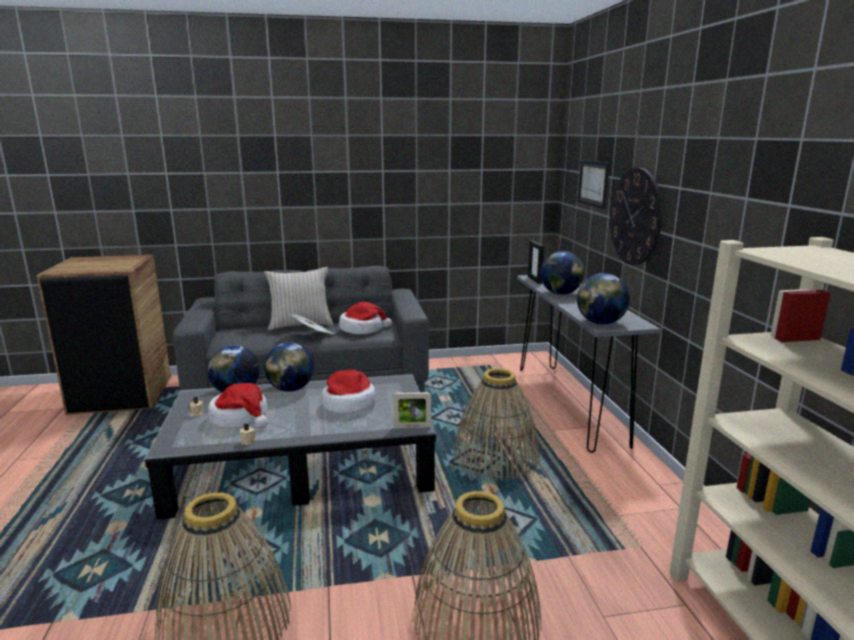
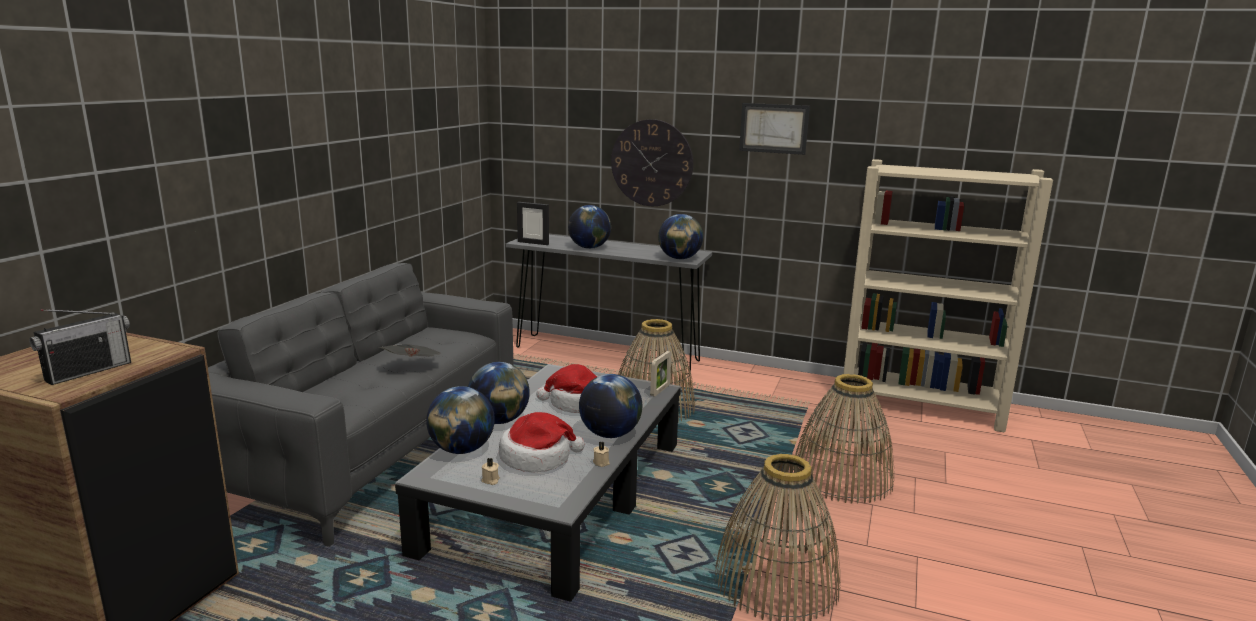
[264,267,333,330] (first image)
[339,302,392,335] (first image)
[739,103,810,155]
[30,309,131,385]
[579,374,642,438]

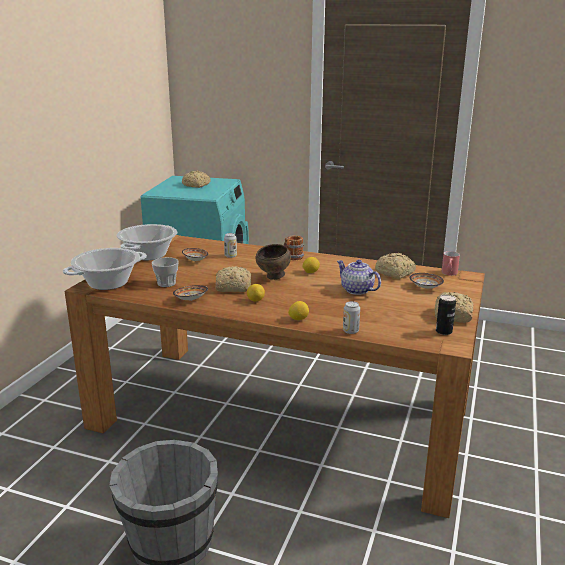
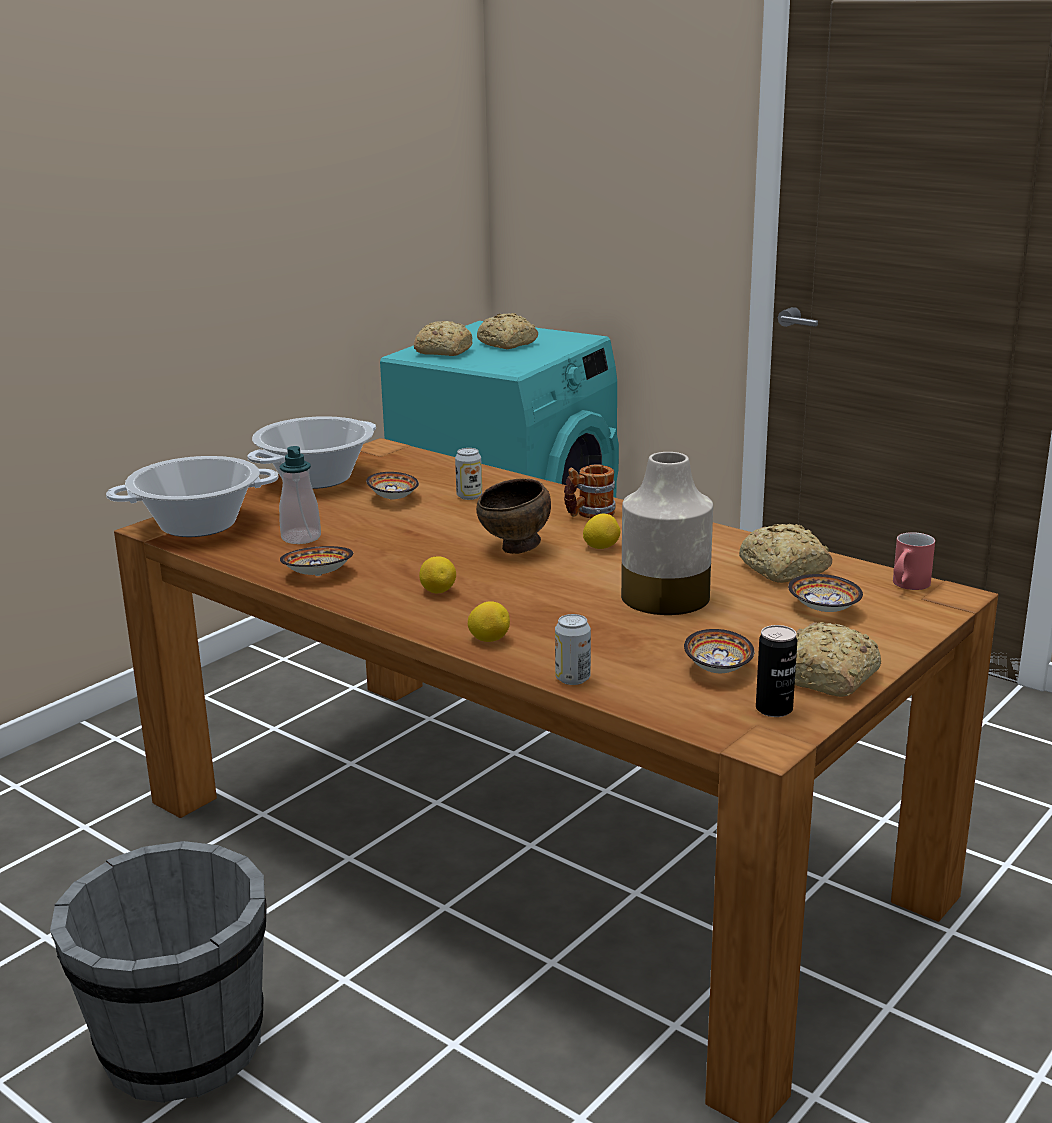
[279,446,321,544]
[414,321,473,356]
[621,452,713,615]
[684,629,754,673]

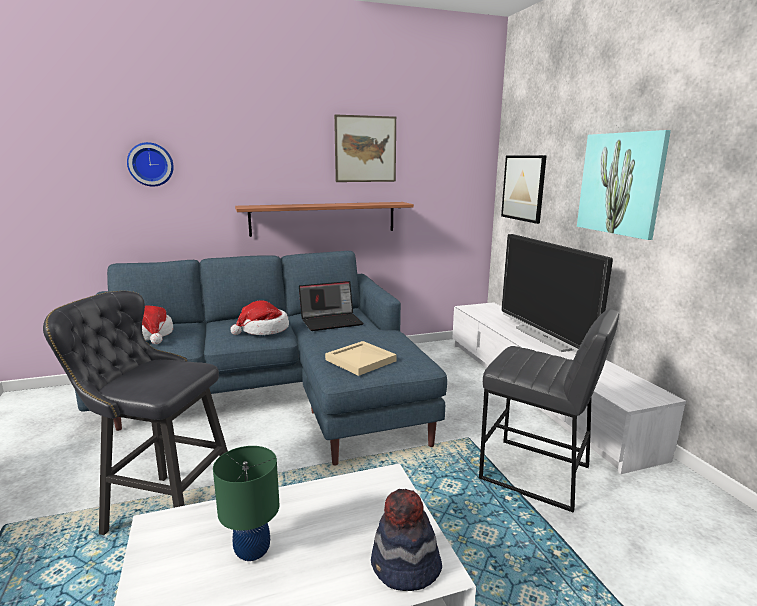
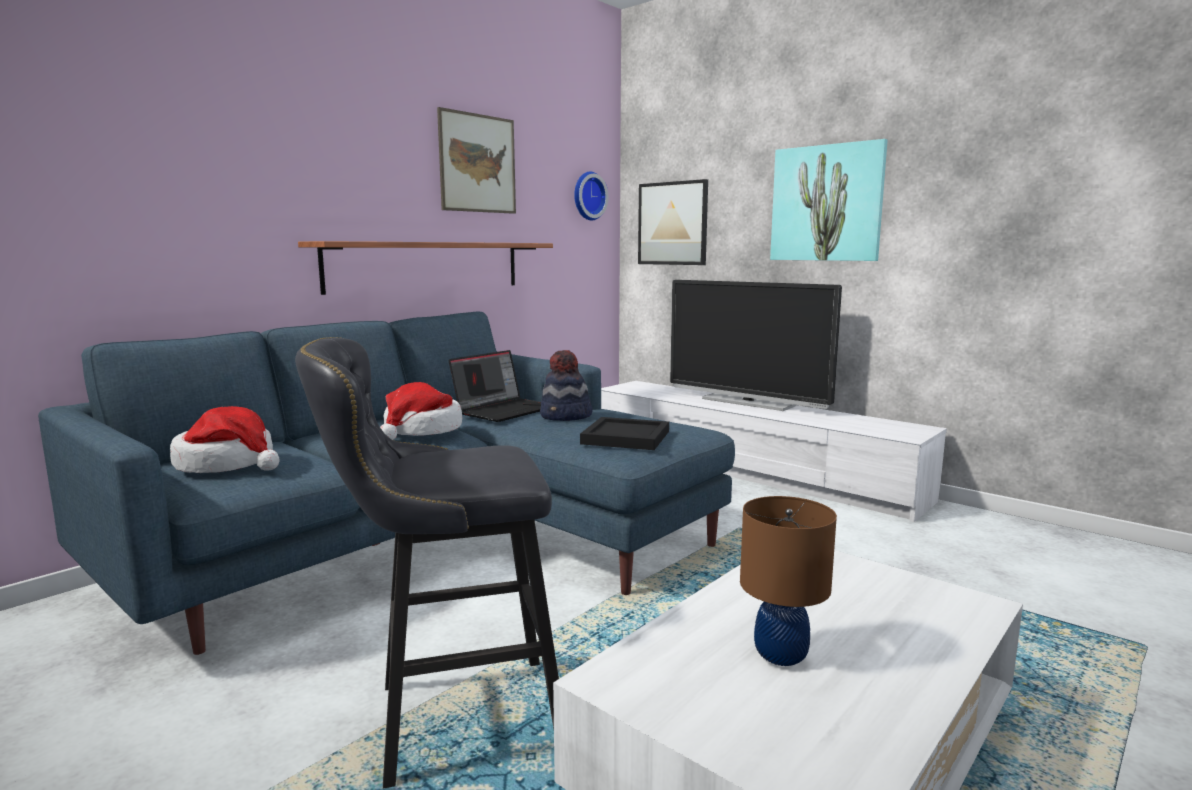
[574,171,608,221]
[740,496,837,666]
[580,417,669,450]
[540,350,592,421]
[479,309,619,513] (first image)

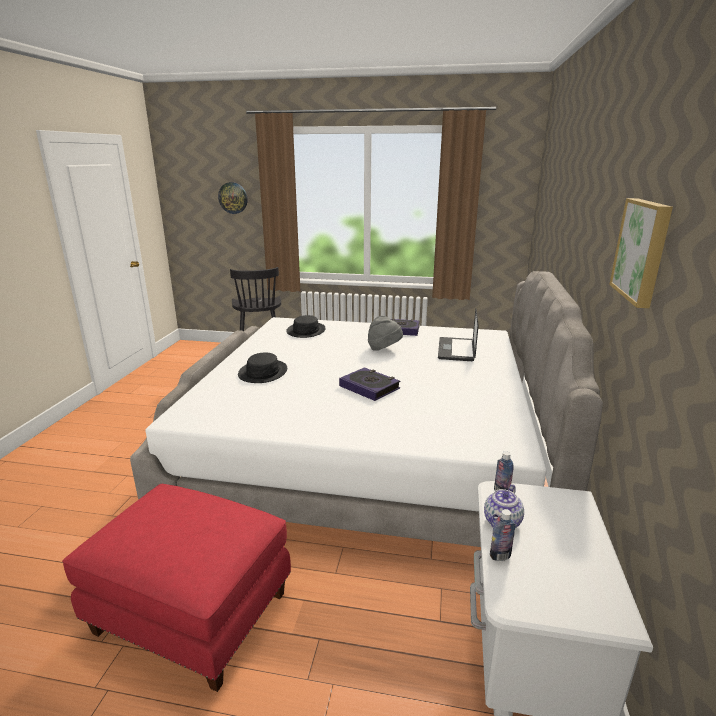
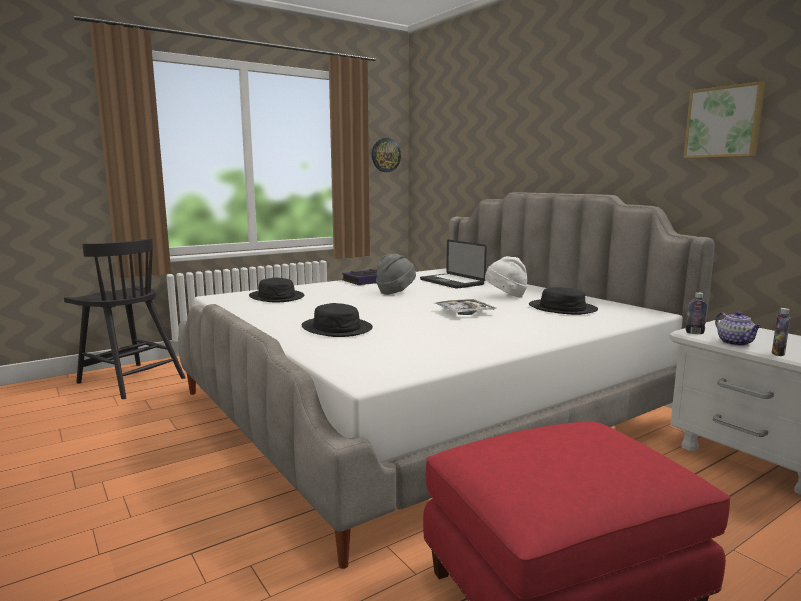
[372,138,401,172]
[436,299,497,315]
[485,256,527,298]
[529,287,598,315]

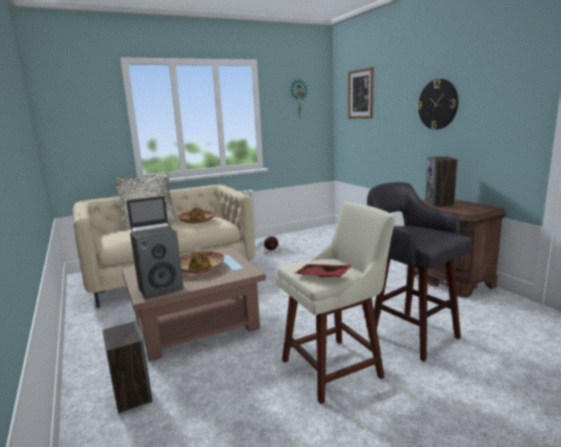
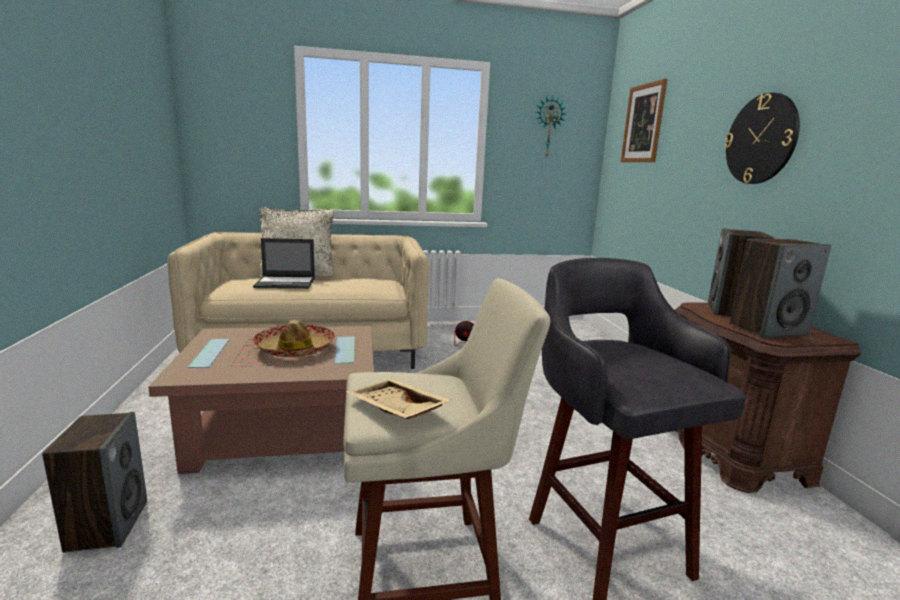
[730,239,831,338]
[177,206,216,224] (first image)
[346,379,451,419]

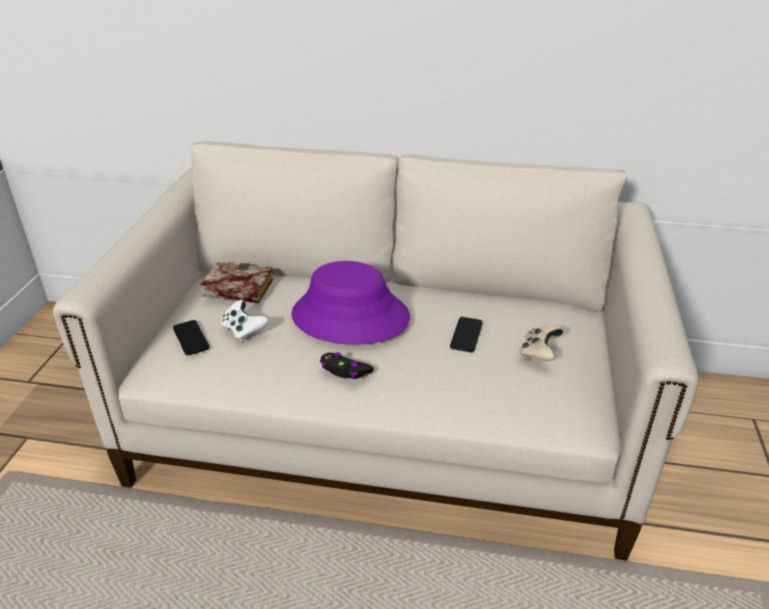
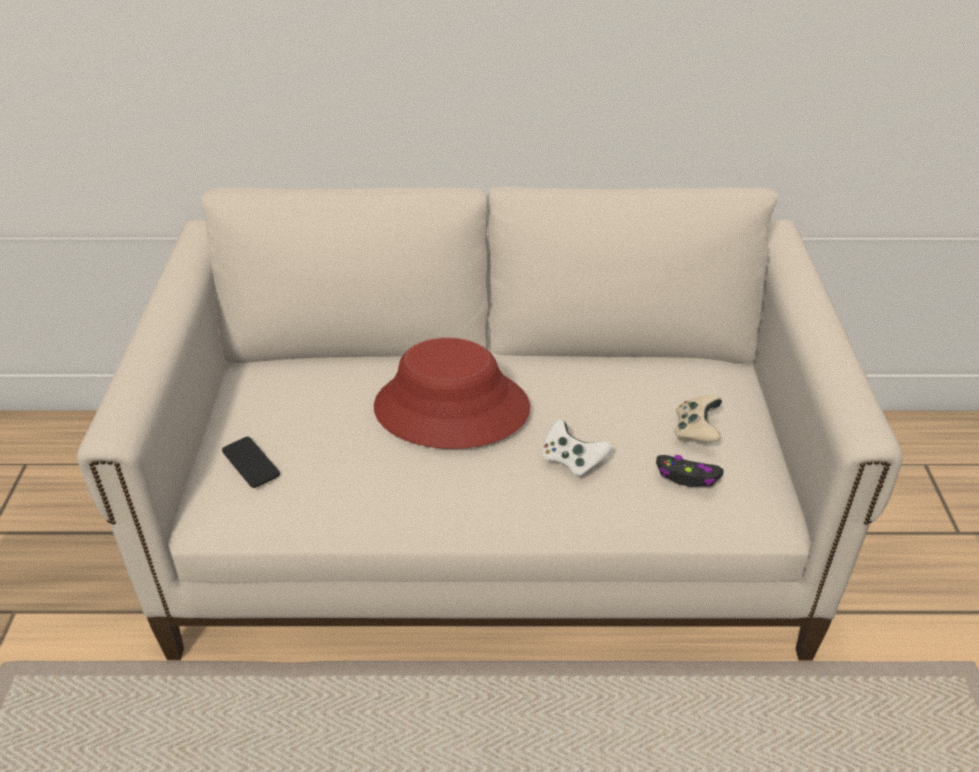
[200,262,273,303] (first image)
[542,420,612,478]
[374,338,530,449]
[656,455,724,487]
[450,317,483,352] (first image)

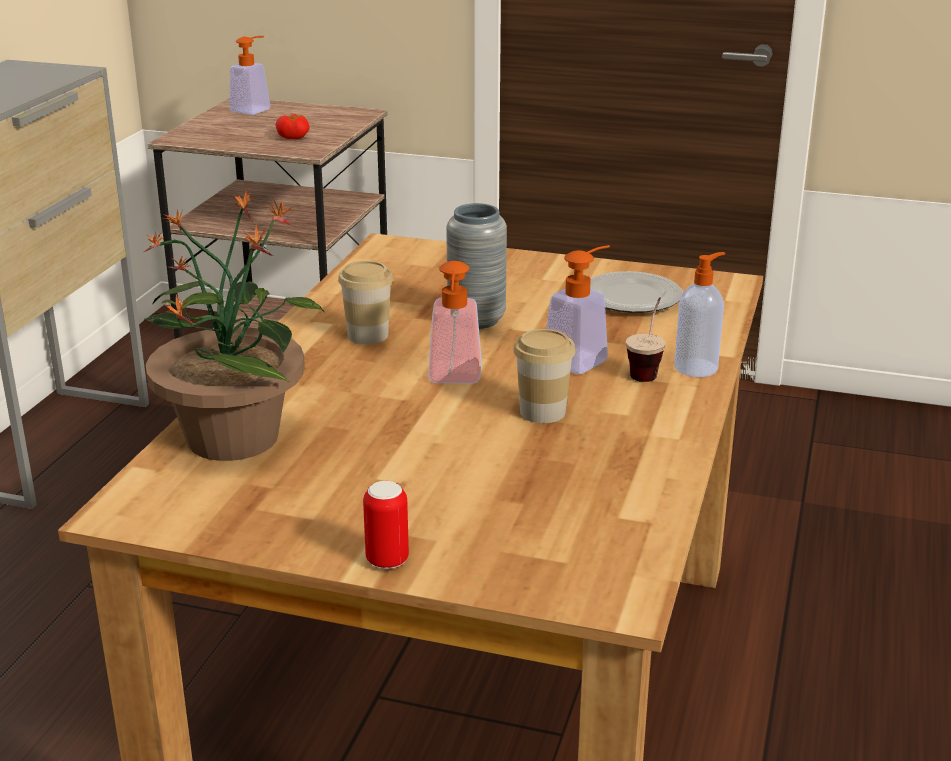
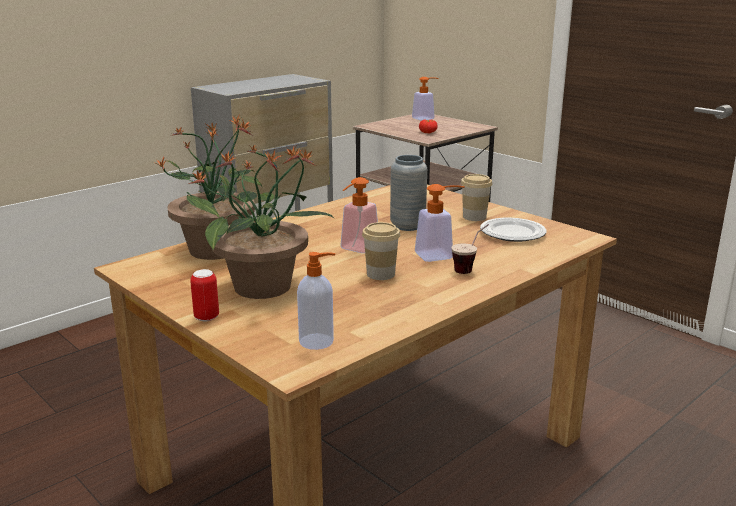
[461,174,492,221]
[297,252,335,350]
[188,144,334,299]

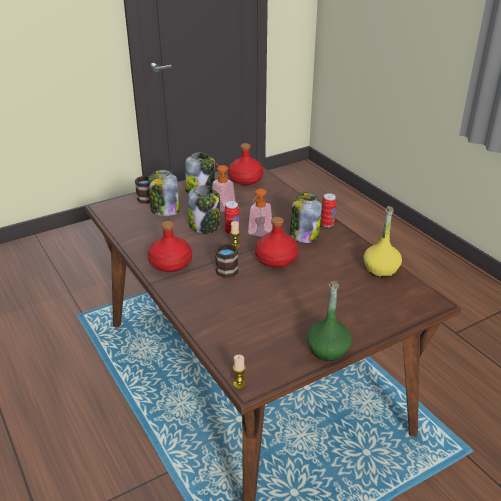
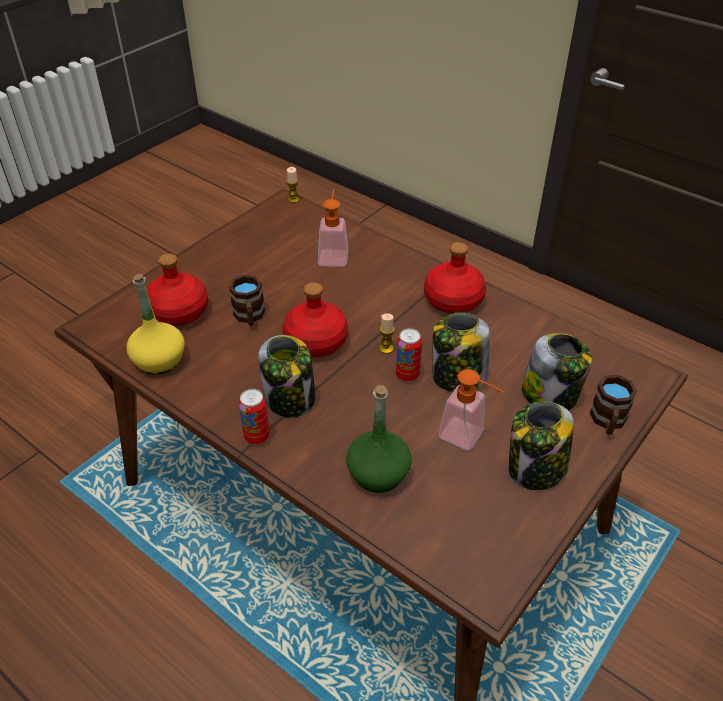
[229,275,265,326]
[147,253,208,326]
[318,189,349,267]
[346,385,412,493]

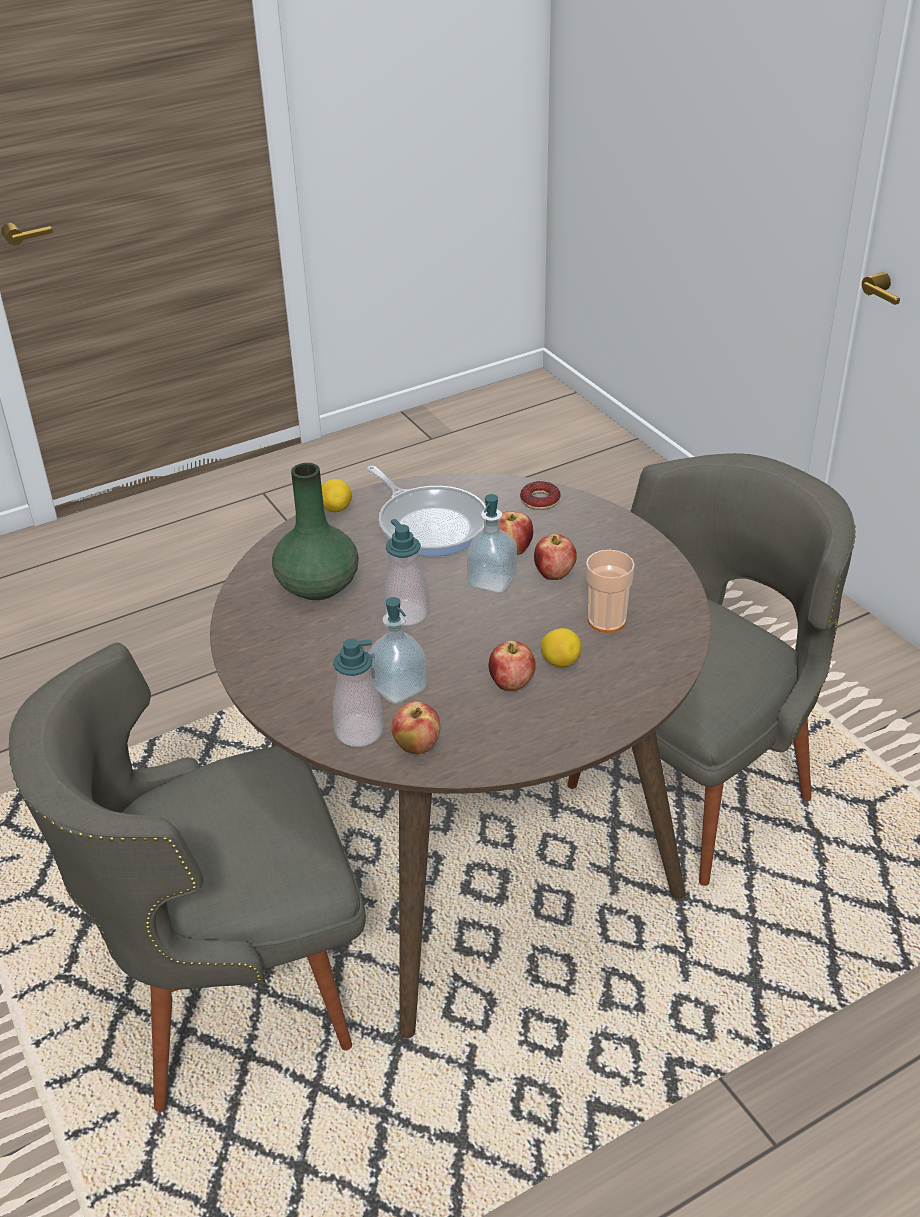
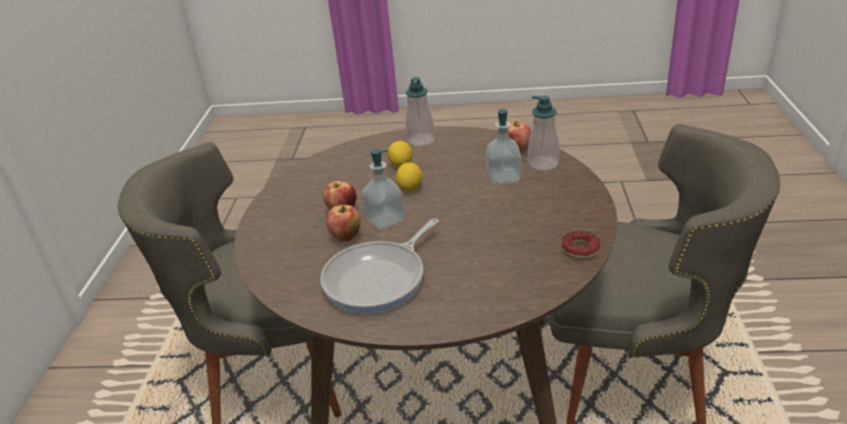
[272,463,359,600] (first image)
[396,162,423,191]
[320,218,439,313]
[405,77,435,147]
[489,641,536,691] (first image)
[562,231,600,259]
[586,549,635,633] (first image)

